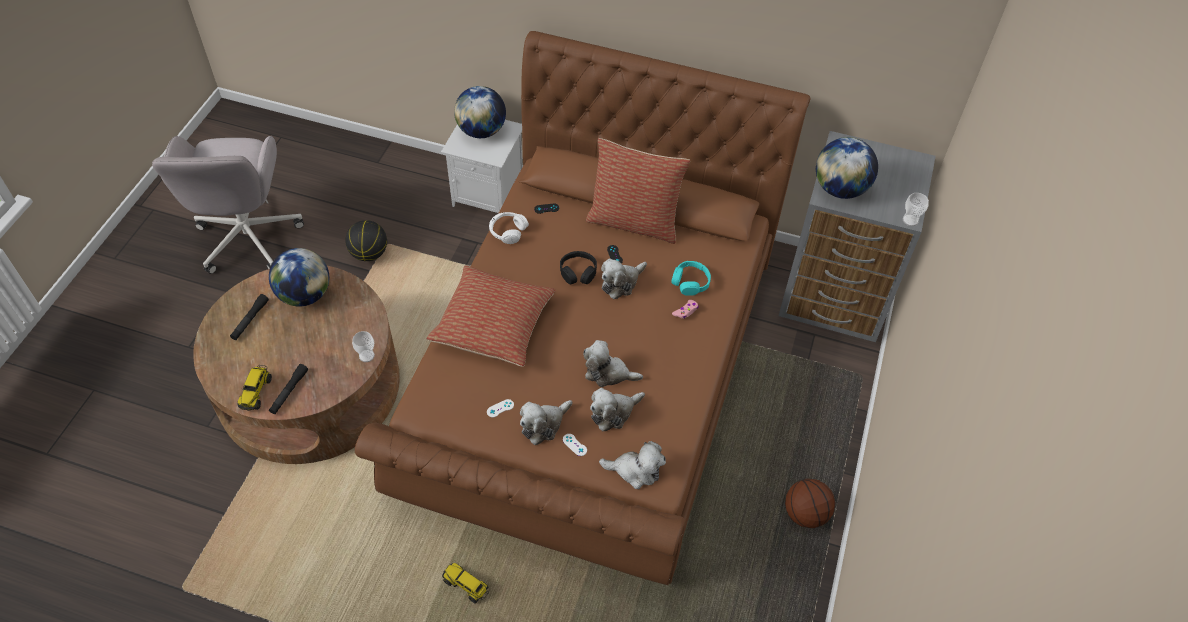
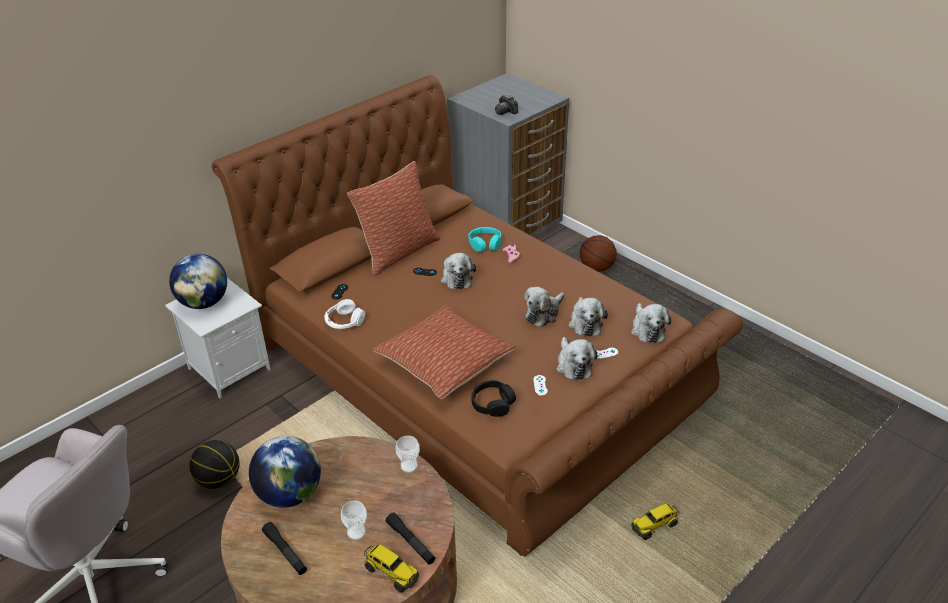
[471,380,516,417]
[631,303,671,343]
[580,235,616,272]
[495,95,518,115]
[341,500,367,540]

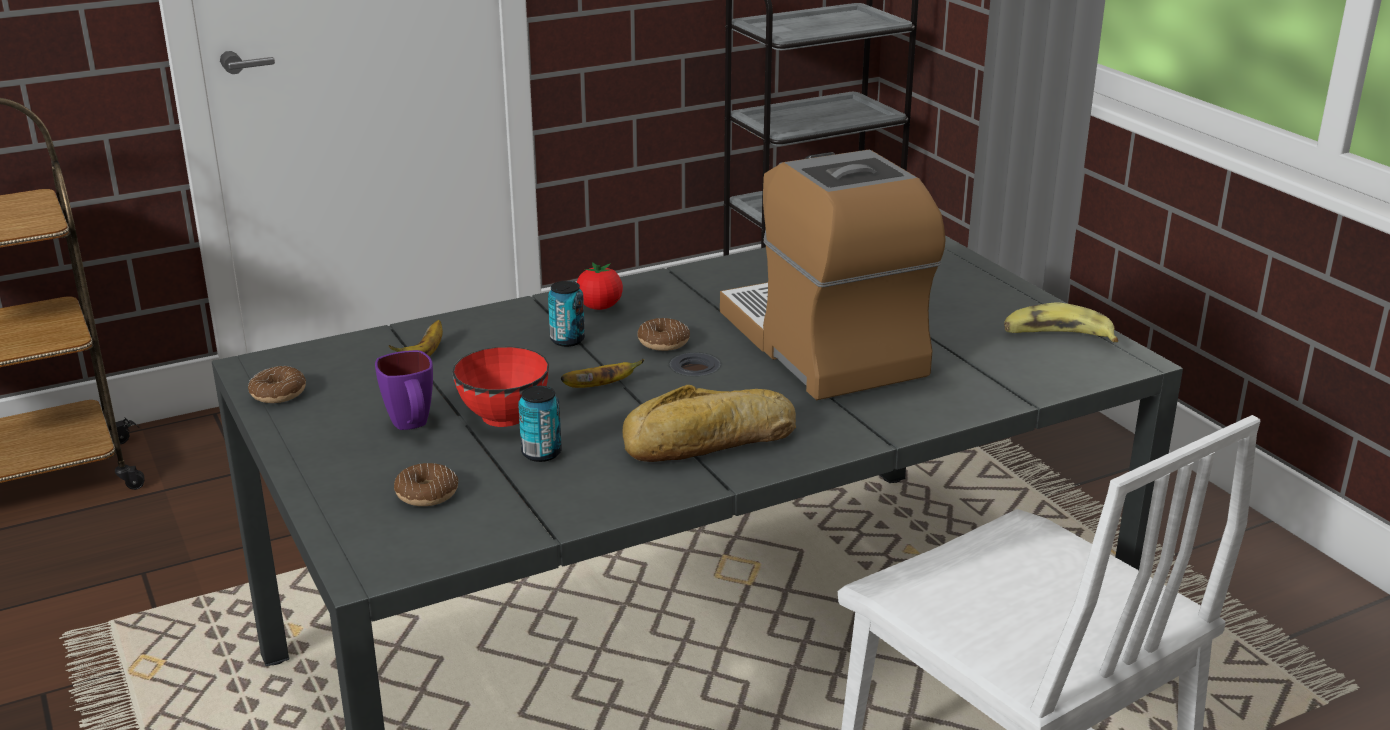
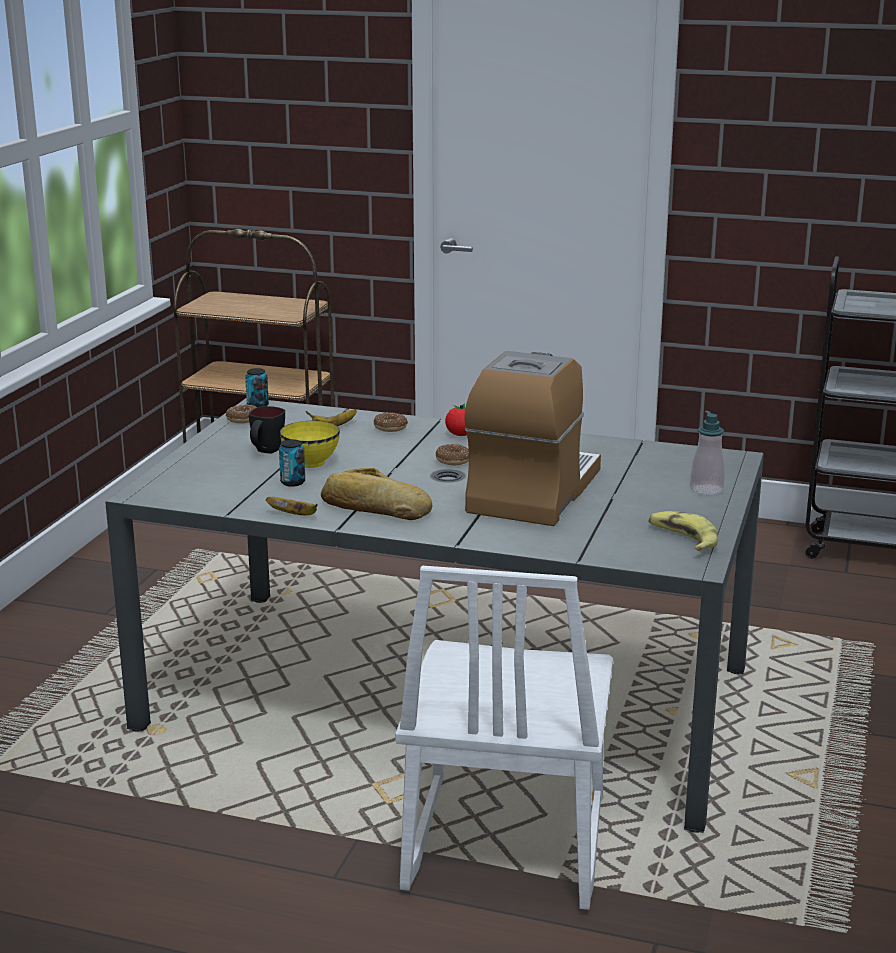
[249,406,285,453]
[373,412,408,432]
[280,421,340,468]
[245,368,269,407]
[266,497,317,515]
[690,411,725,495]

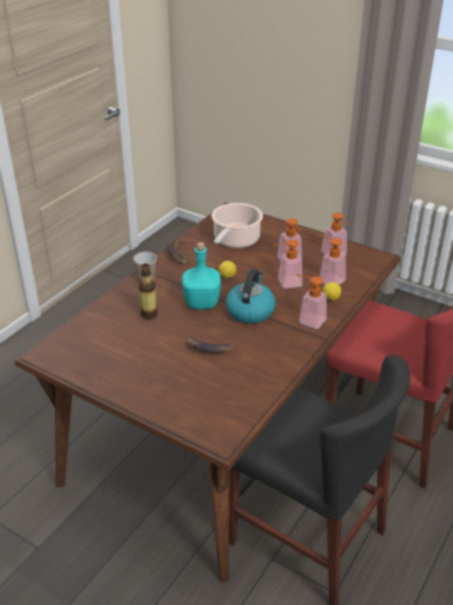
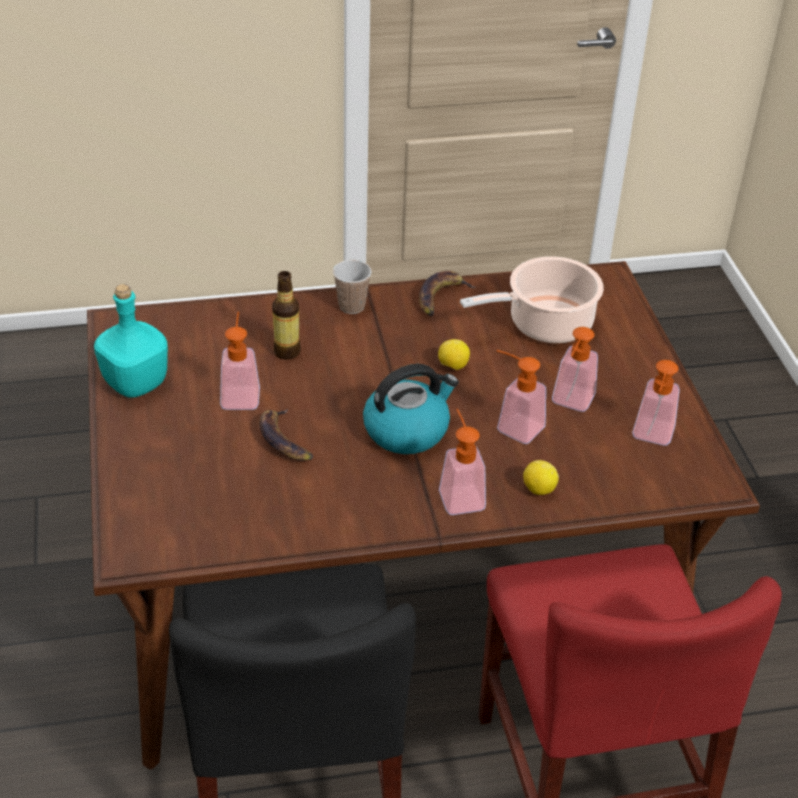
[94,284,168,398]
[220,311,260,410]

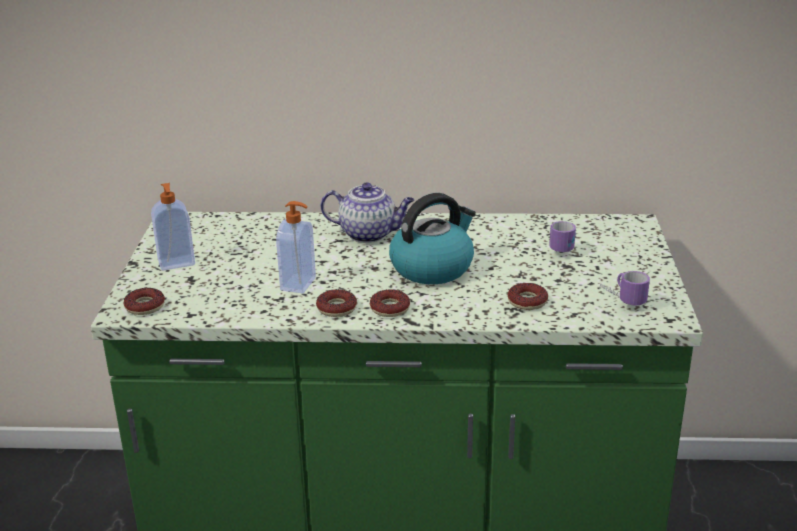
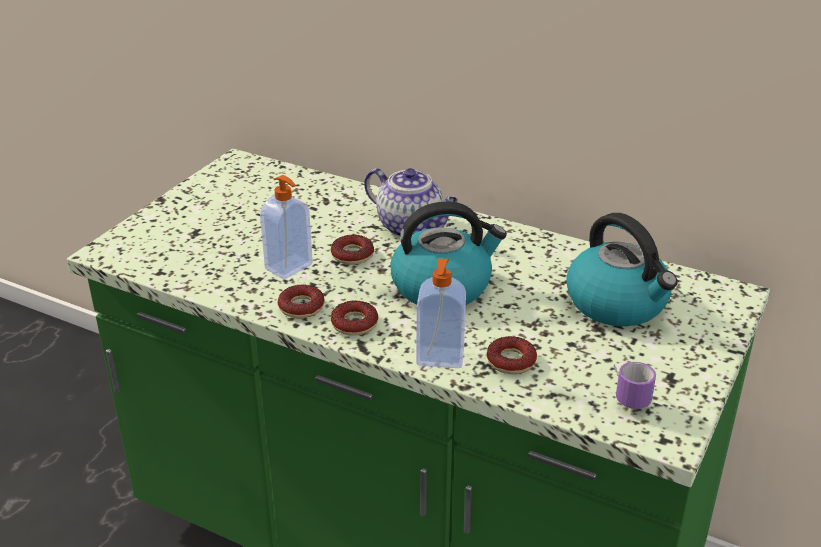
[331,235,374,265]
[416,258,466,368]
[566,213,677,326]

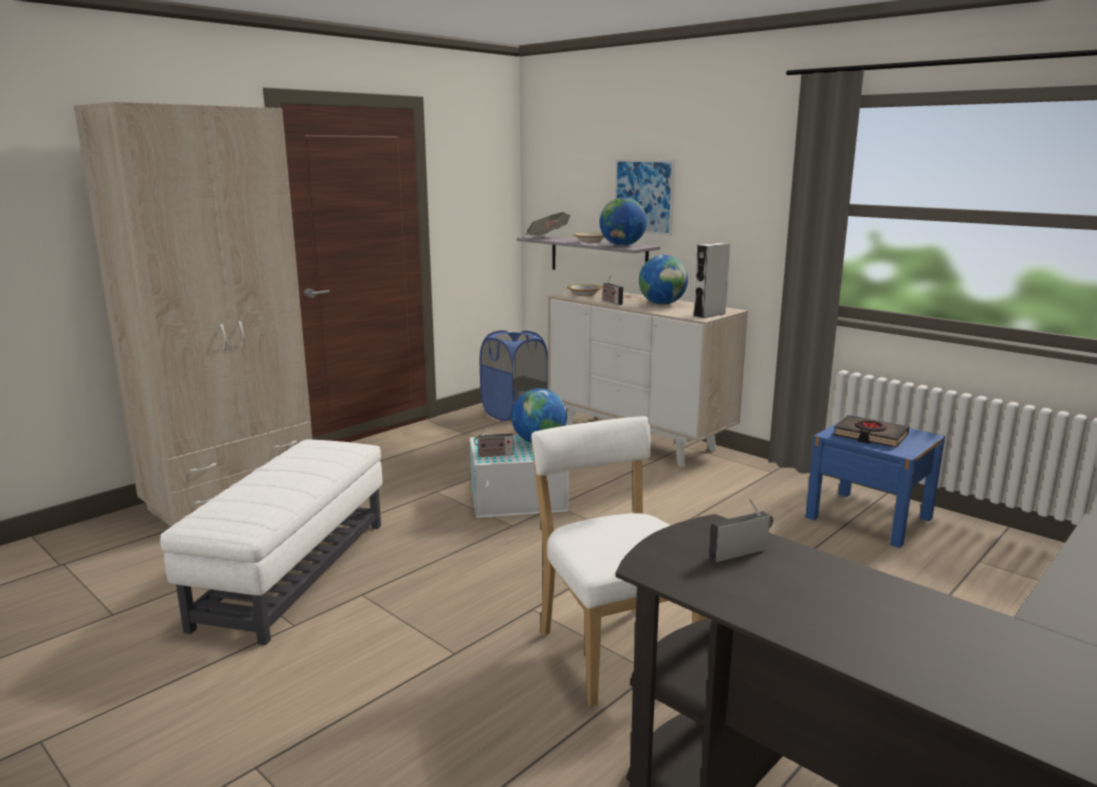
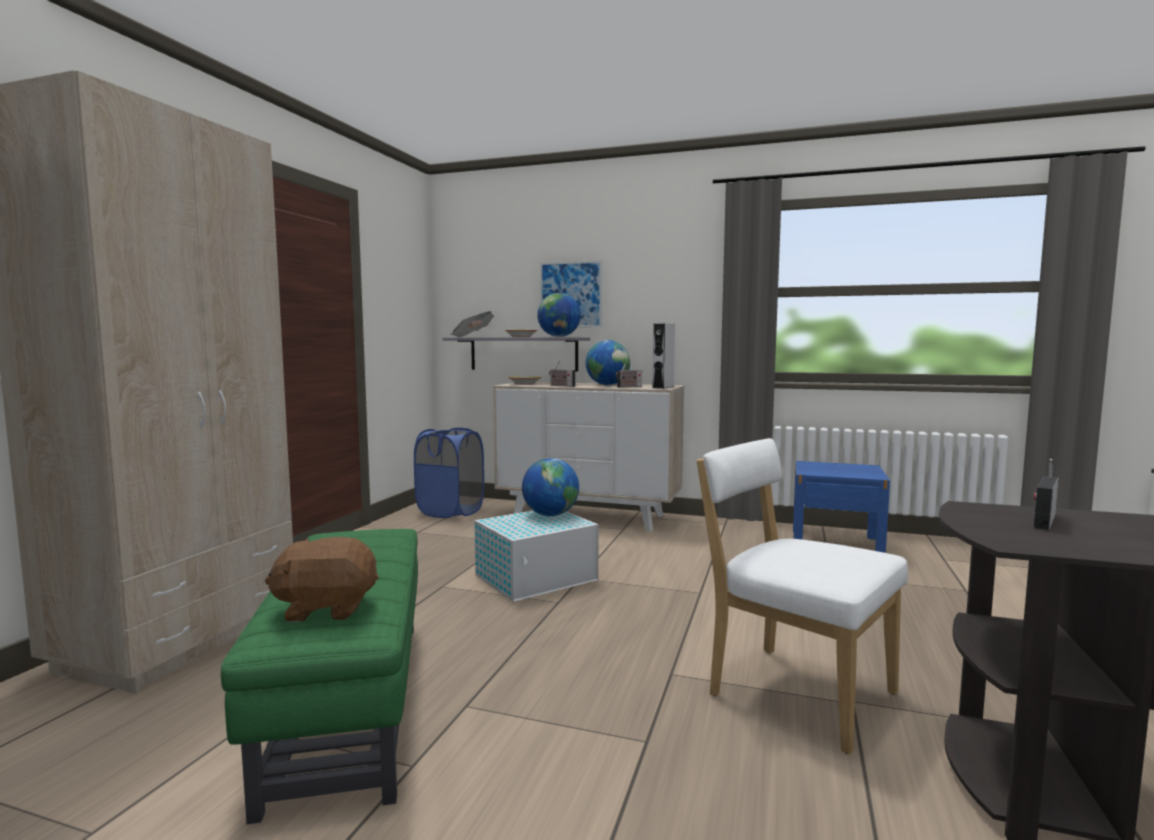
[221,529,418,824]
[616,361,642,388]
[833,415,909,447] (first image)
[265,537,379,622]

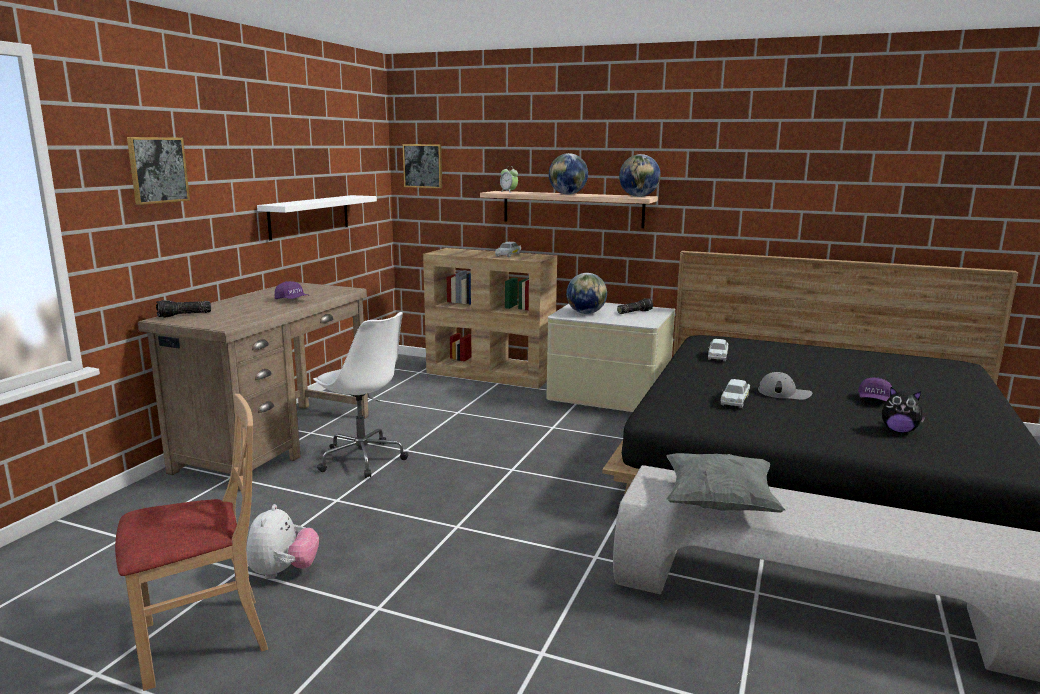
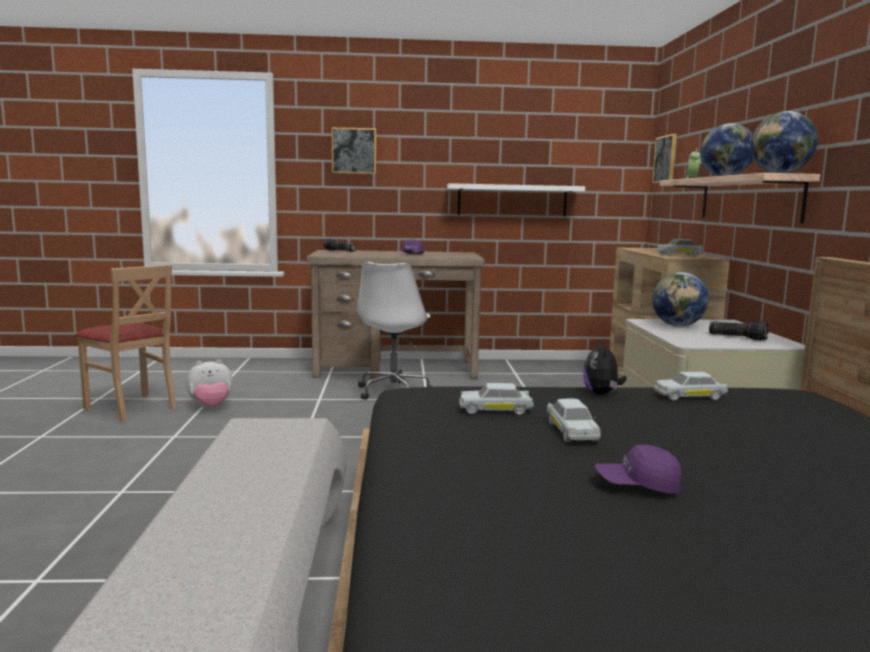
[666,453,785,513] (first image)
[547,399,601,442]
[583,340,627,395]

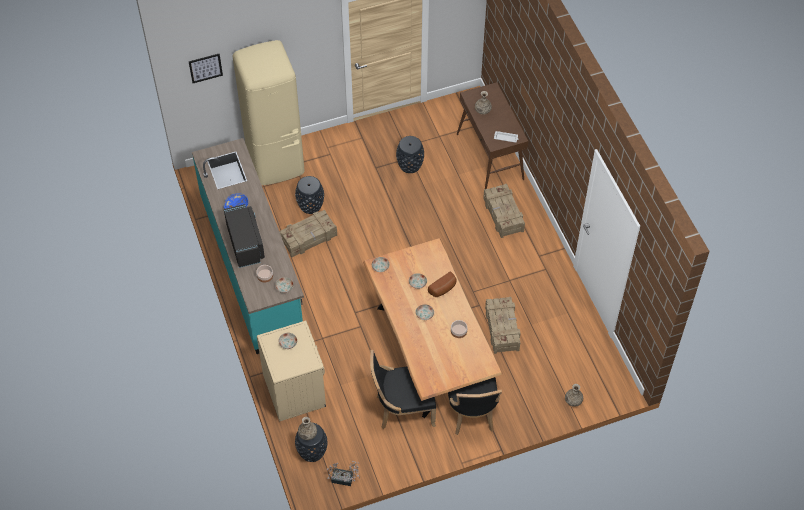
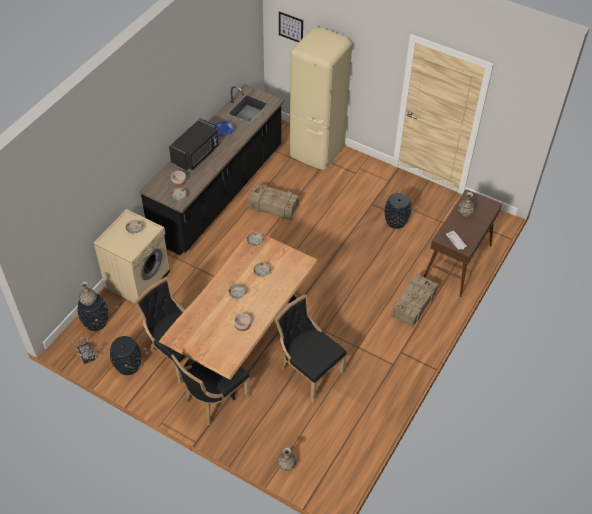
[140,84,284,255]
[110,336,141,375]
[428,271,456,297] (first image)
[275,294,347,403]

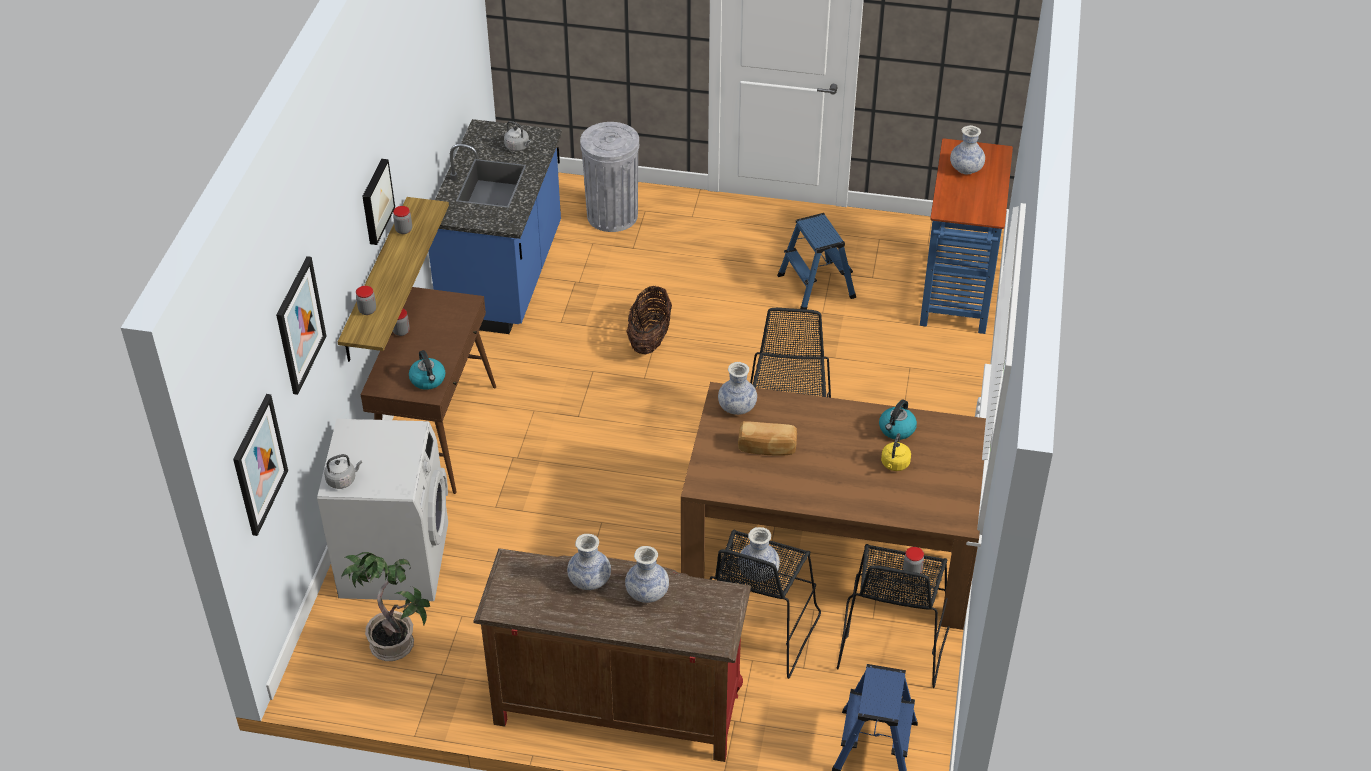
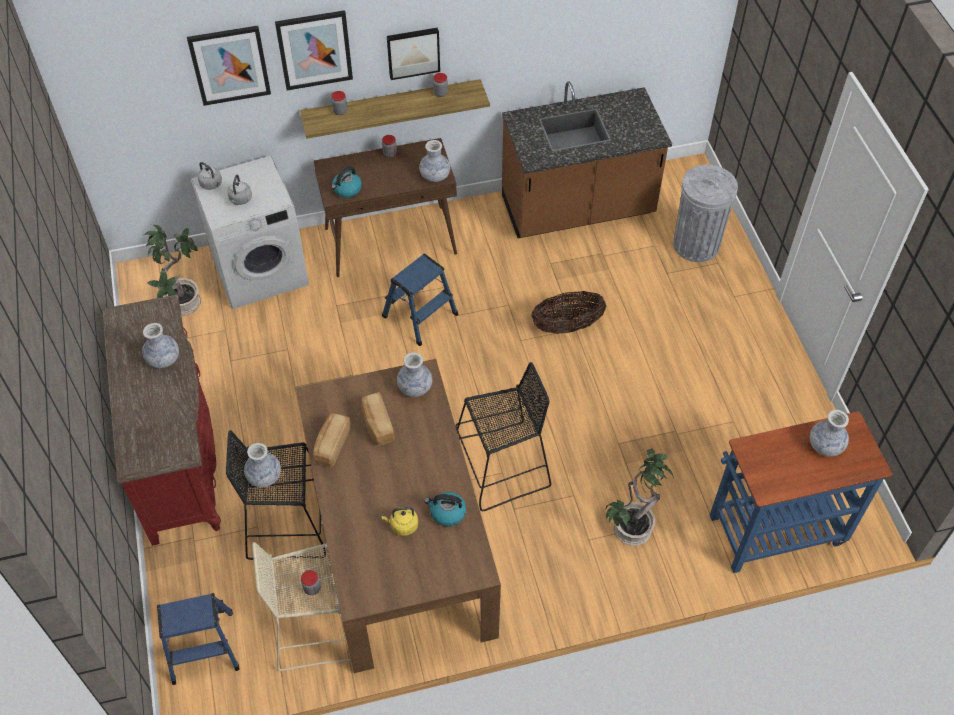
[275,10,353,90]
[502,81,672,238]
[227,175,252,205]
[419,140,450,182]
[382,253,459,346]
[252,542,351,671]
[313,413,351,468]
[606,449,674,546]

